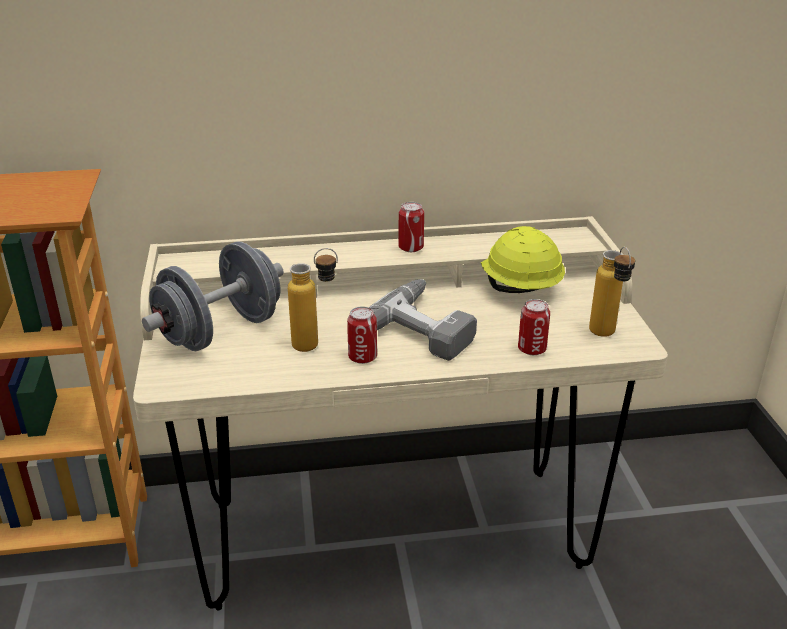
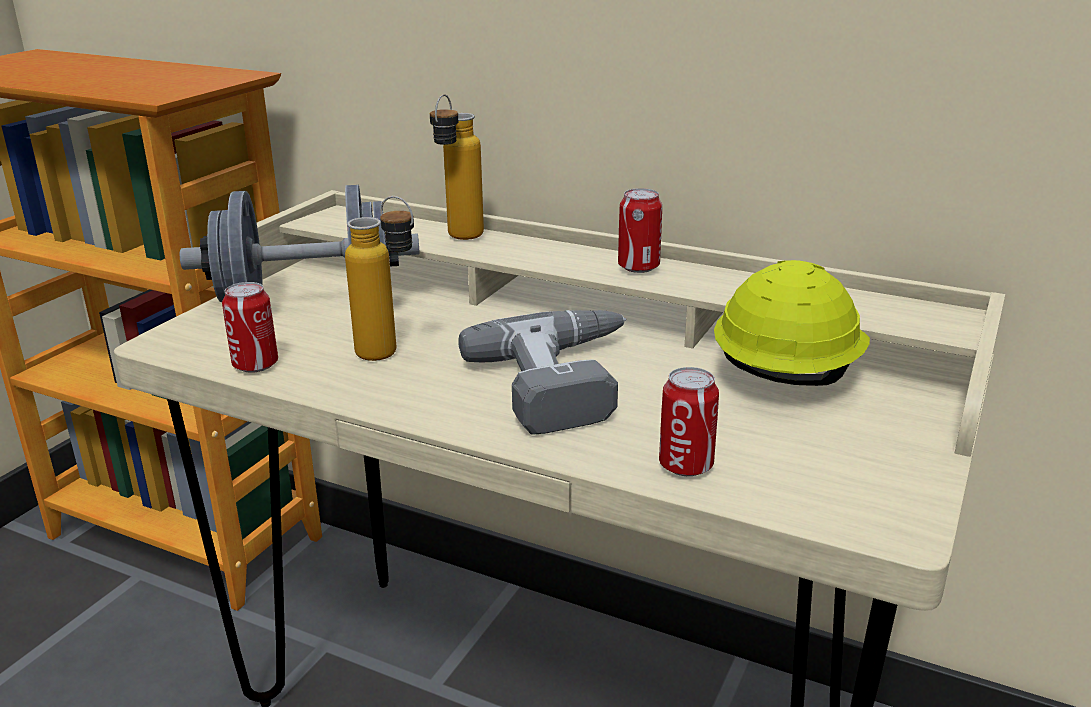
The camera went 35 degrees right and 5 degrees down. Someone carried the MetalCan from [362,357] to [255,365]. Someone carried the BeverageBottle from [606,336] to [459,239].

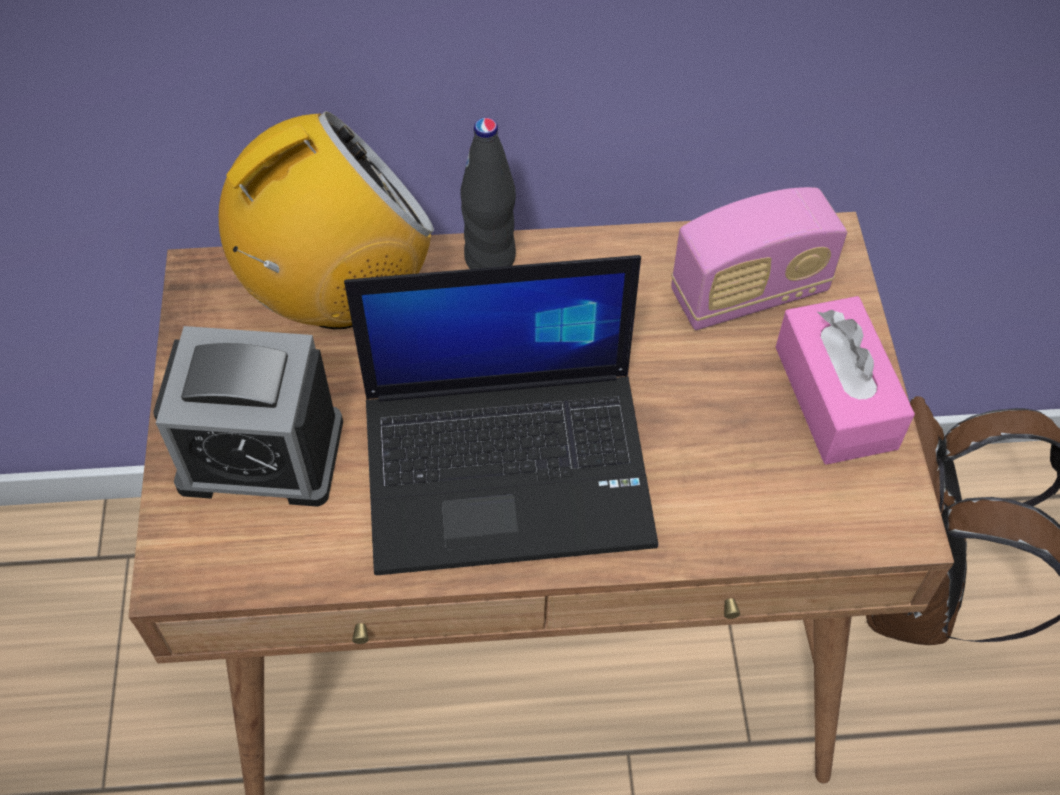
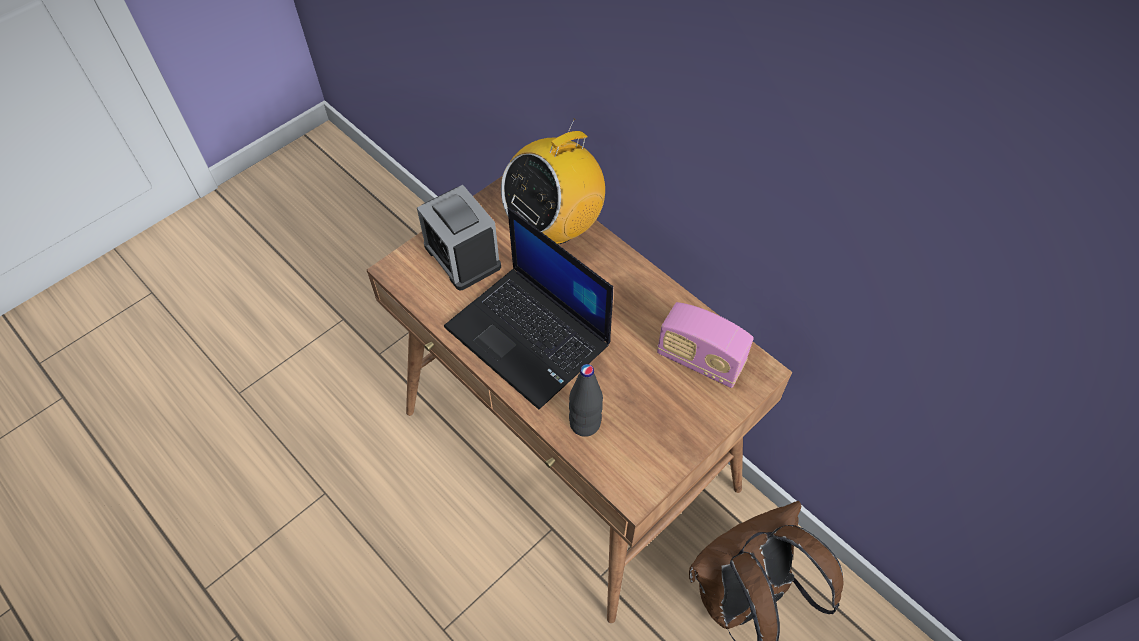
The camera went 50 degrees right and 0 degrees up. Someone rotated the Radio at [339,293] by 120 degrees clockwise. Someone carried the BlackBeverageBottle from [490,259] to [585,424]. Someone took away the PinkColouredBoxOfTissues at [835,397].

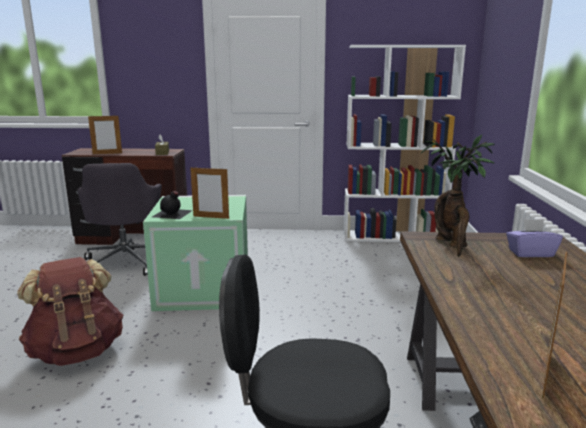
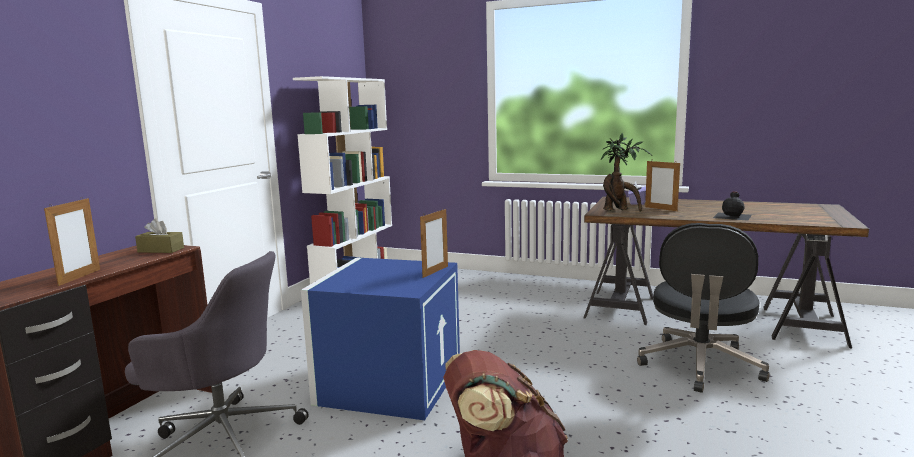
The camera went 70 degrees left and 5 degrees down. Someone repainted the GreenStorageContainer at [205,288], which became the BlueStorageContainer at [389,383]. Someone carried the PictureFrame from [546,374] to [661,209]. Someone carried the BlackBeverageBottle from [172,213] to [733,216].

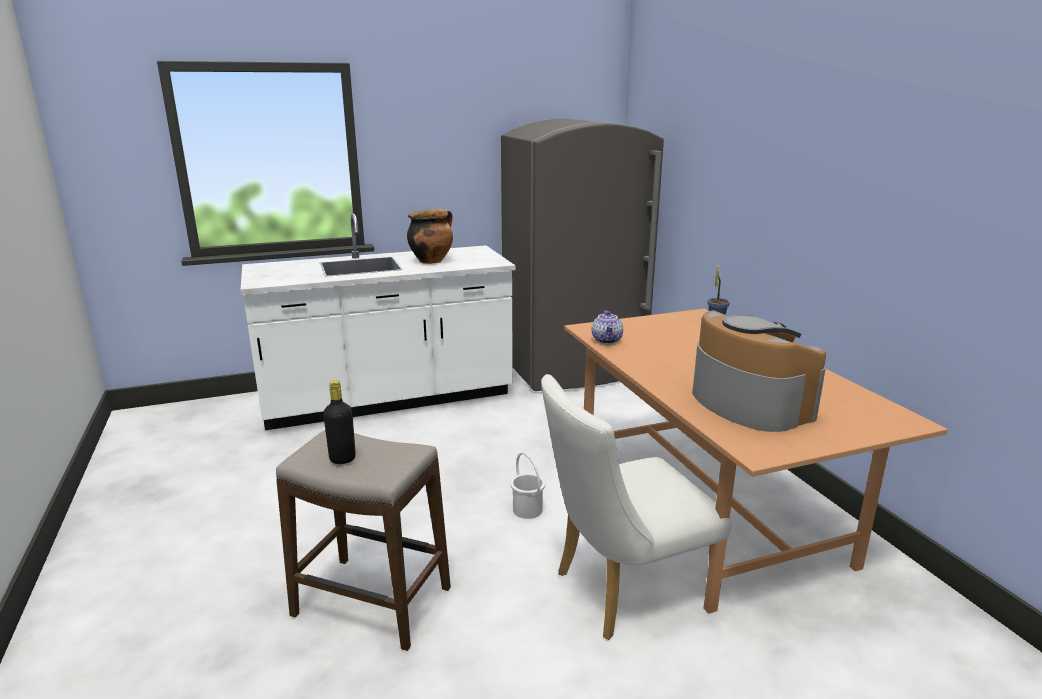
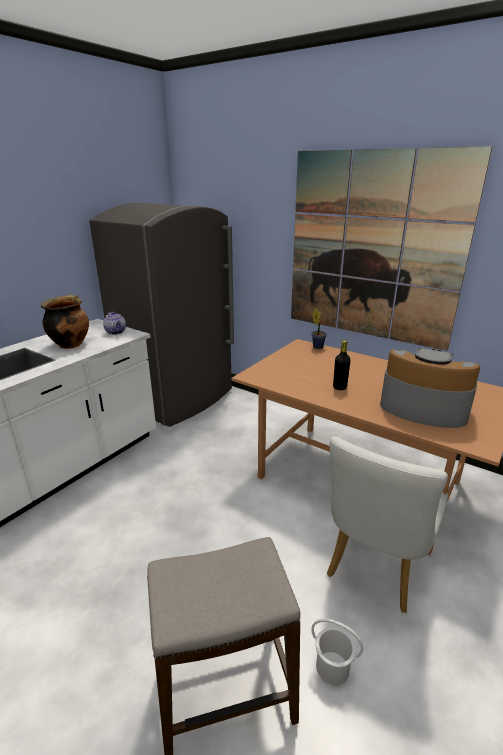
The camera went 35 degrees left and 5 degrees up. Someone carried the Teapot from [607,340] to [116,332]. Someone put up the Picture at [372,249]. Someone carried the WhitishBucket from [527,510] to [332,668]. Someone carried the BlackBeverageBottle from [342,459] to [339,387].

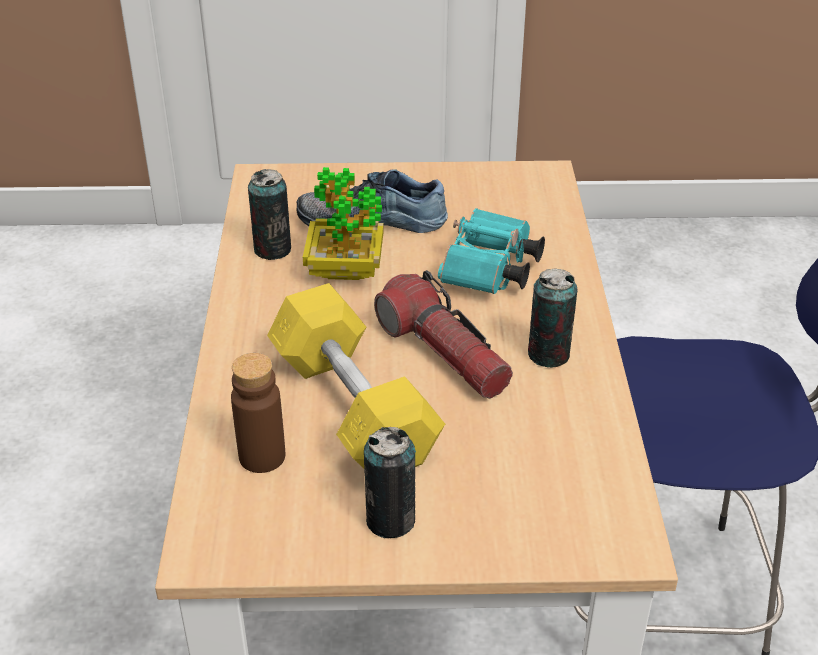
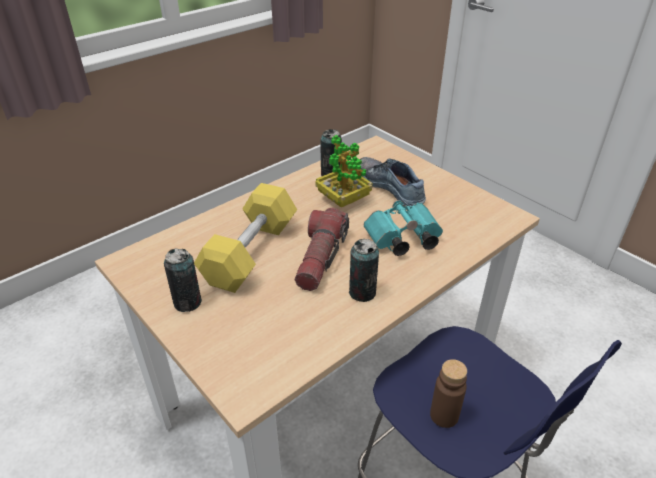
The camera went 50 degrees right and 0 degrees up. Someone carried the BrownishBeverageBottle from [262,456] to [444,415].

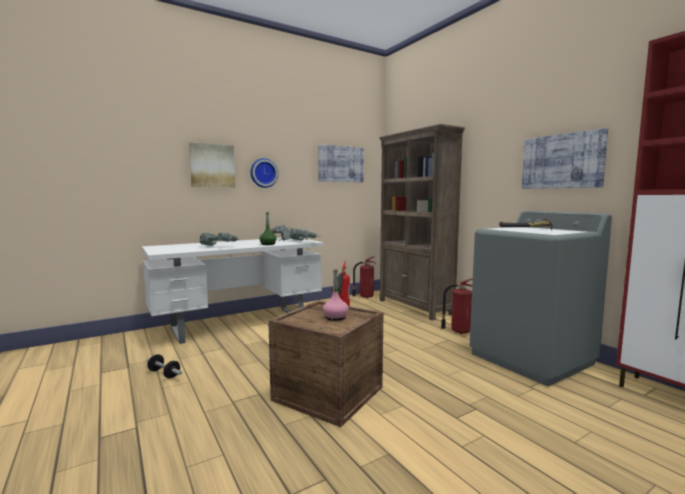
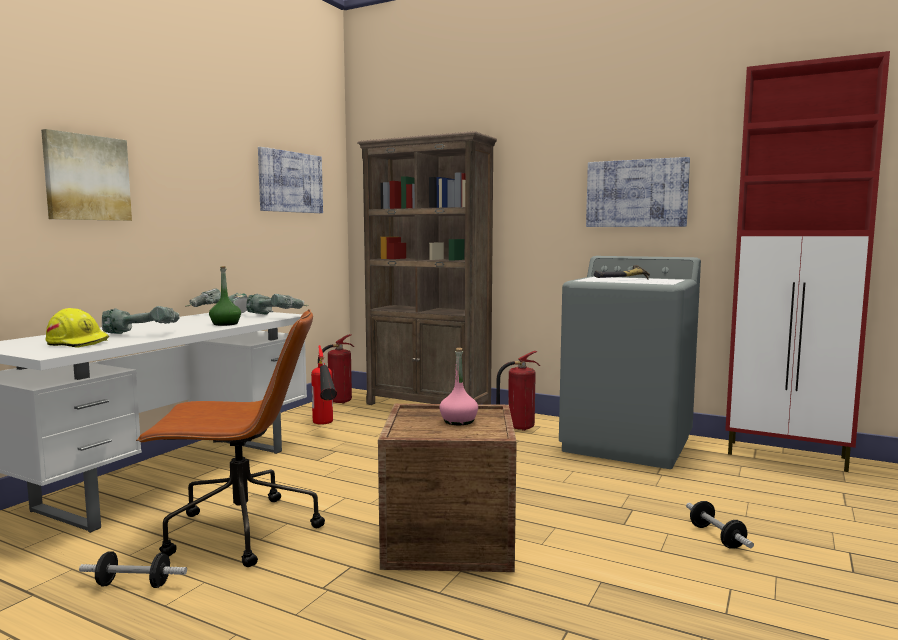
The camera went 30 degrees left and 0 degrees up. Someone put down the YellowishSafetyHelmet at [78,343]. Someone put down the BrownishOfficeChair at [239,532]. Someone put down the HandWeight at [716,537]. Someone took away the HangingClock at [263,173].

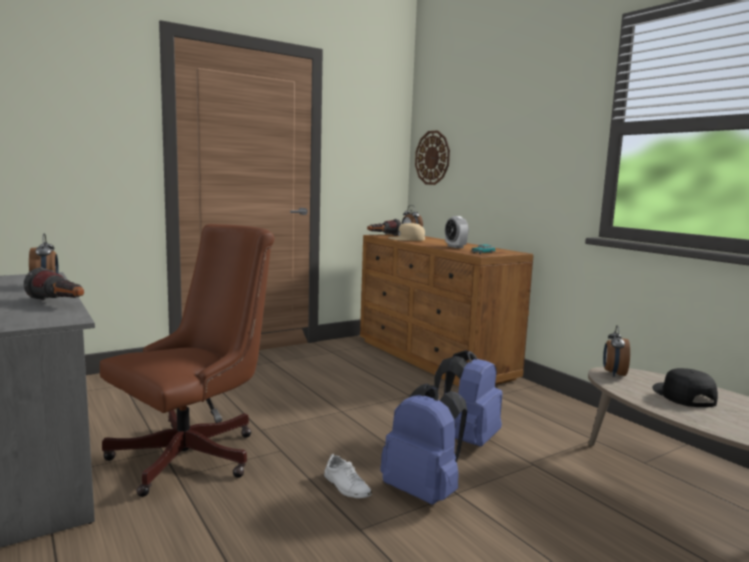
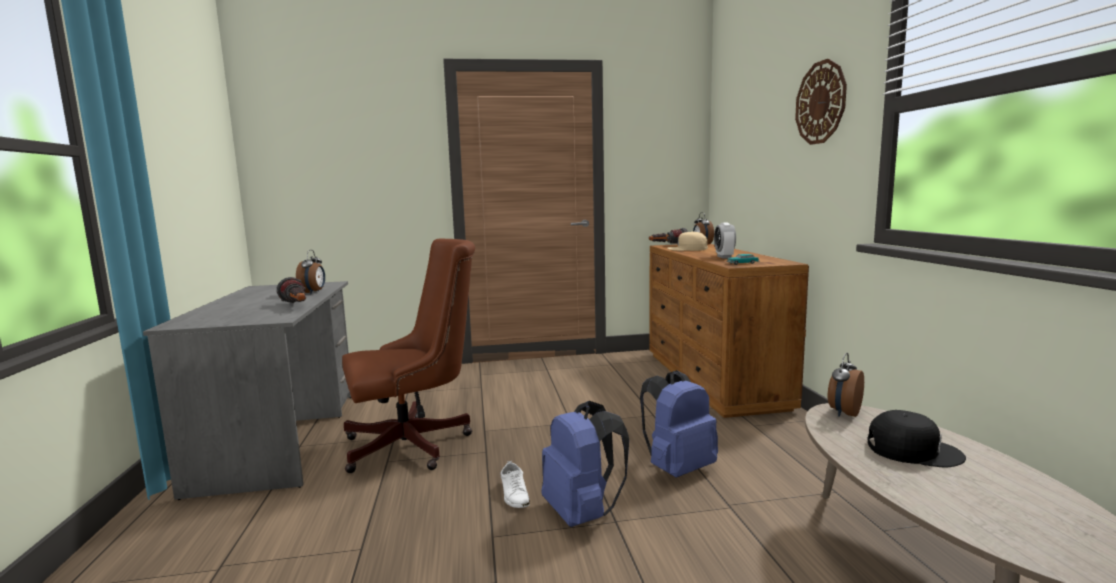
The camera went 25 degrees right and 0 degrees up. Someone carried the HangingClock from [432,158] to [820,102]. Someone rotated the BlackPeakedCap at [682,395] by 90 degrees clockwise.

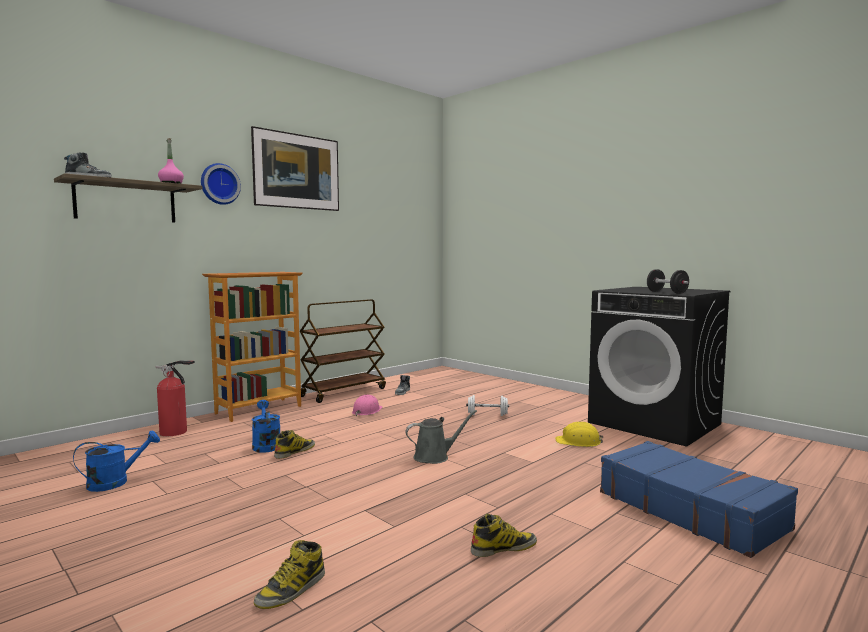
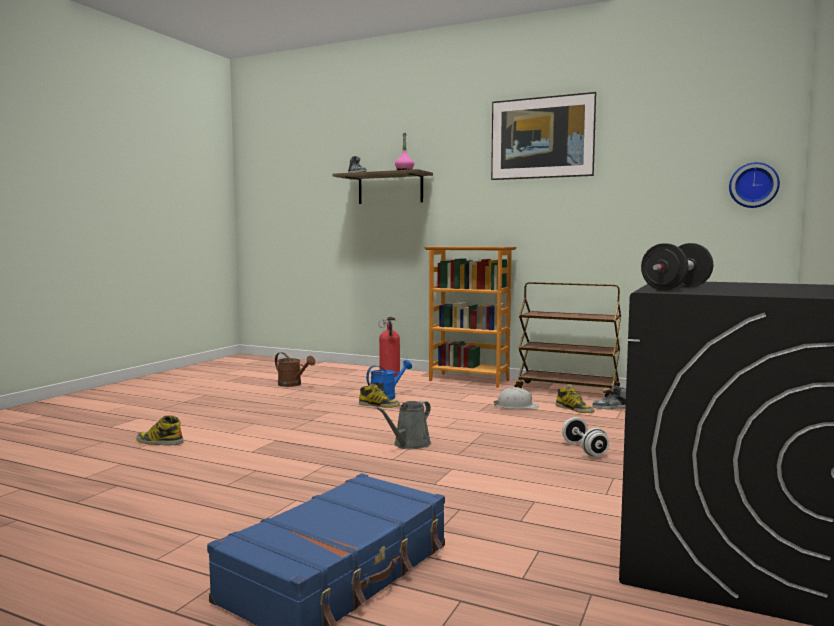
The camera went 70 degrees right and 0 degrees up. Someone repainted the BlueSprinklingCan at [115,482], which became the BrownishSprinklingCan at [293,384]. Someone rotated the GraySprinklingCan at [434,457] by 75 degrees clockwise. Someone repainted the PinkColouredSafetyHelmet at [367,411], which became the WhitishSafetyHelmet at [516,406]. Someone carried the Boot from [503,548] to [574,409]. Someone carried the HangingClock from [219,184] to [753,185]. Someone took away the YellowishSafetyHelmet at [578,442].

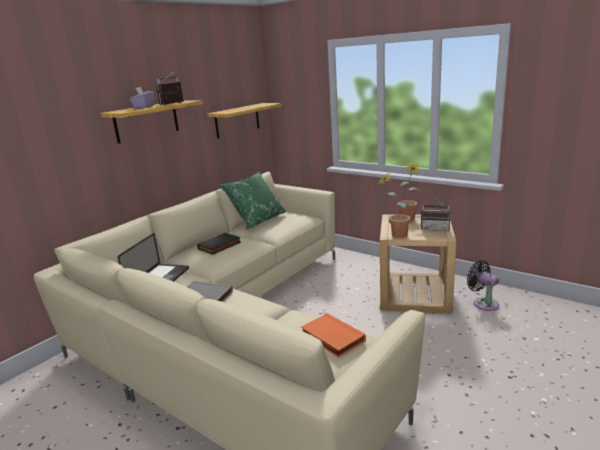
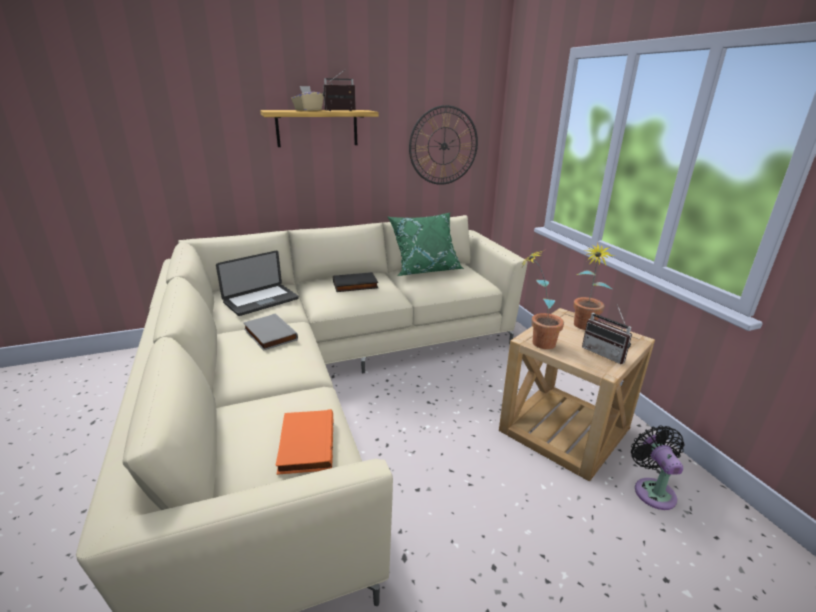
The camera went 30 degrees right and 5 degrees up. Someone repainted the PurpleBoxOfTissues at [144,107], which became the BeigeColouredBoxOfTissues at [308,110]. Someone swapped the Shelf at [237,120] for the HangingClock at [444,146].

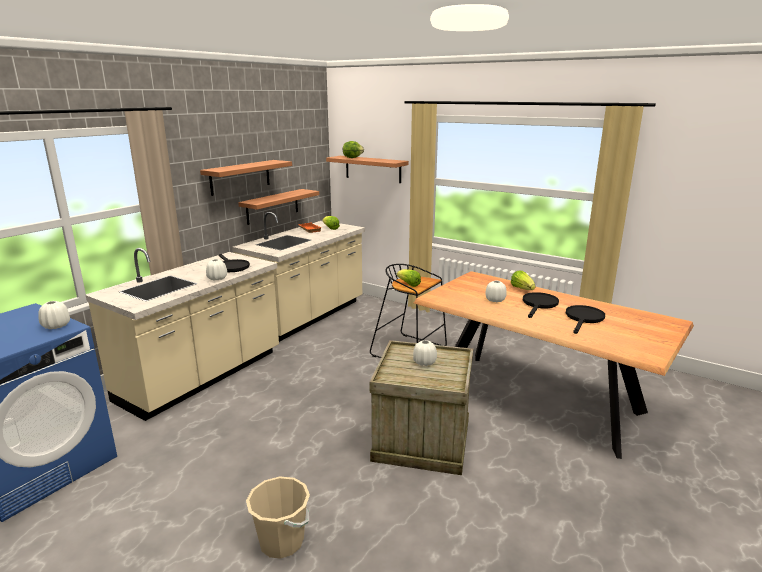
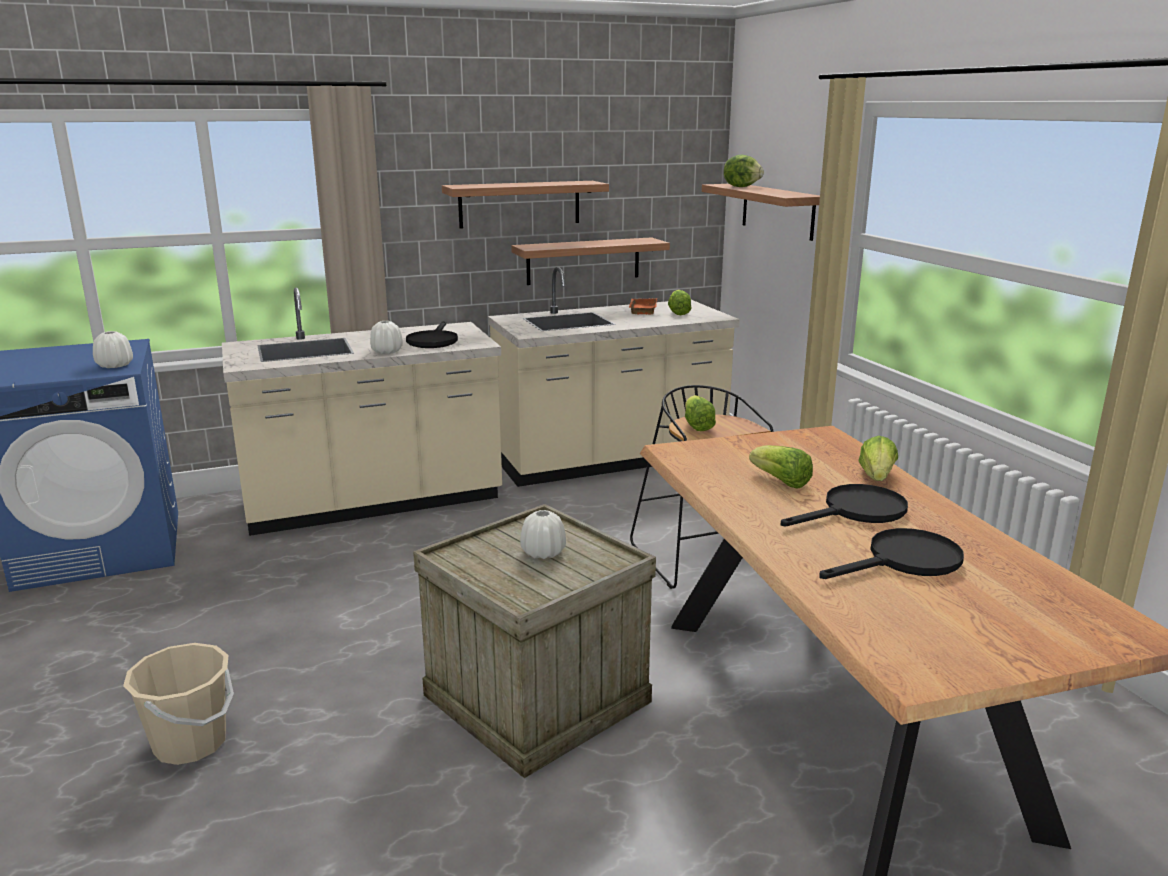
The camera went 35 degrees right and 0 degrees up. Someone swapped the WhitishDecorativeVase at [495,300] for the Lettuce at [781,482].

